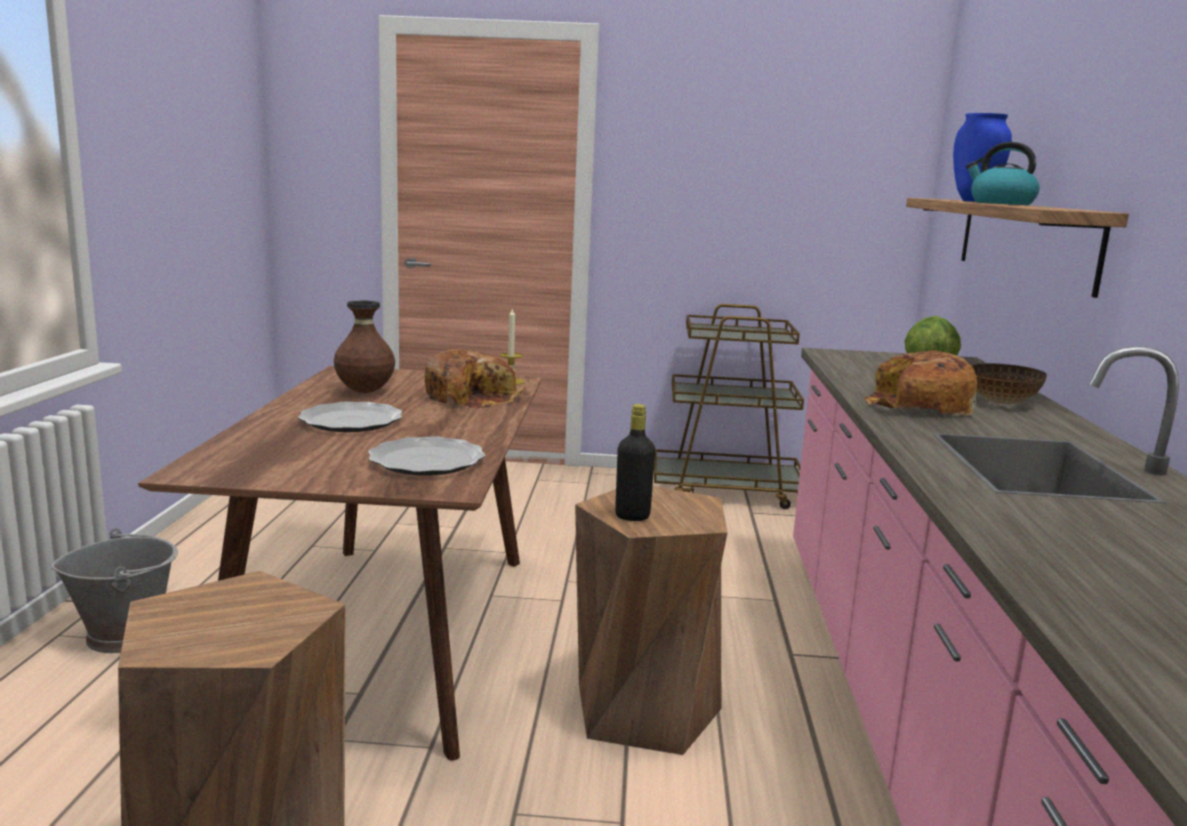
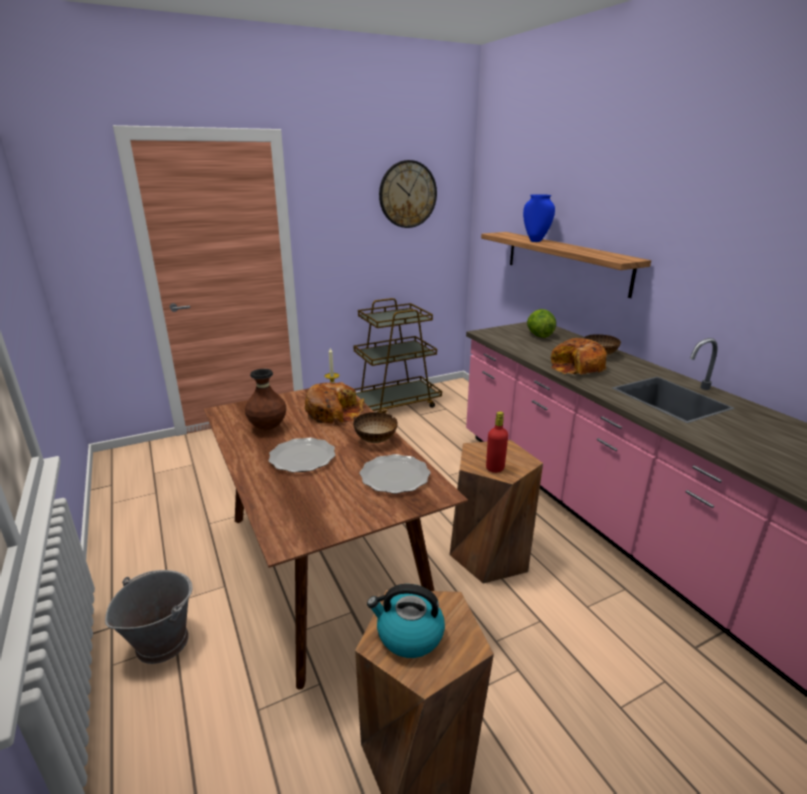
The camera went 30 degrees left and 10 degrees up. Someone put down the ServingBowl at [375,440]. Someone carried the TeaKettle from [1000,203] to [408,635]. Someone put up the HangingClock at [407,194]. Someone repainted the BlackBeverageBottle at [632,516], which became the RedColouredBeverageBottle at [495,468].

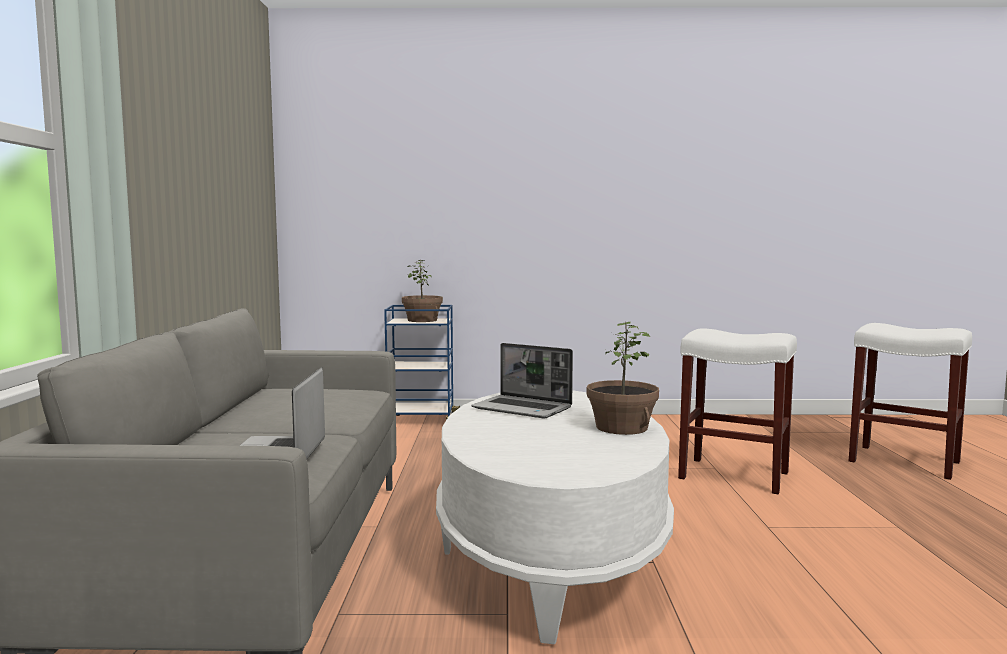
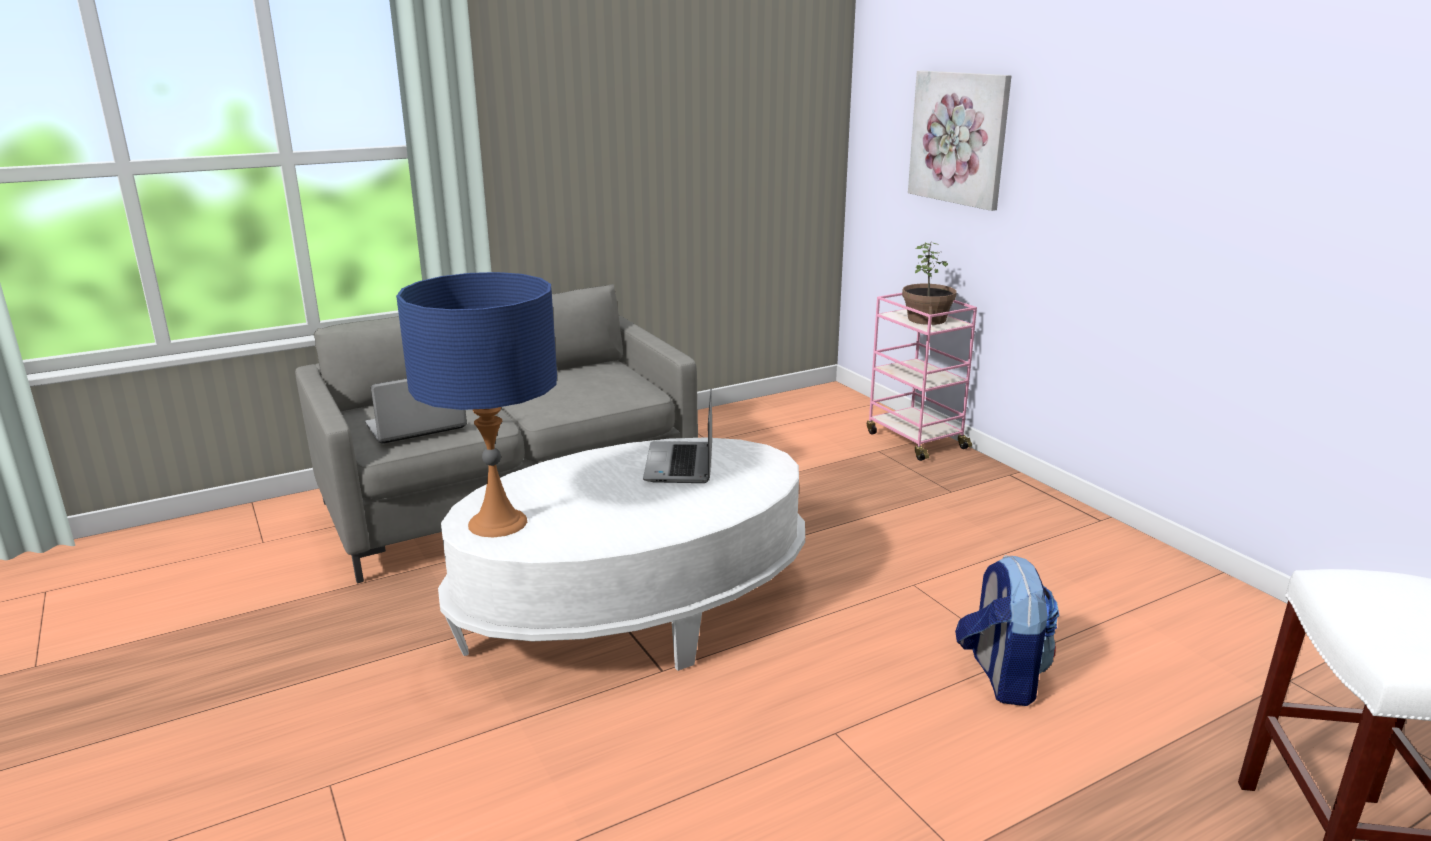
The camera went 60 degrees right and 15 degrees up. Someone put down the BlueTableLamp at [497,523]. Someone repainted the BlueCart at [422,421], which became the PinkColouredCart at [914,440]. Someone put up the Picture at [959,138]. Someone swapped the WhitishStoolSeat at [732,475] for the Rucksack at [1001,677]. Someone took away the Houseplant at [621,427].

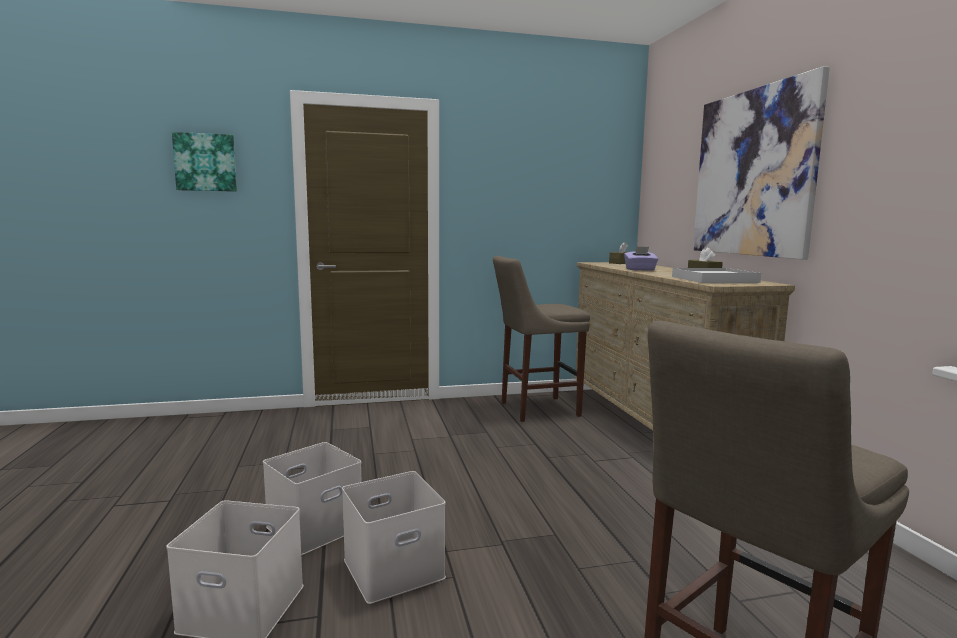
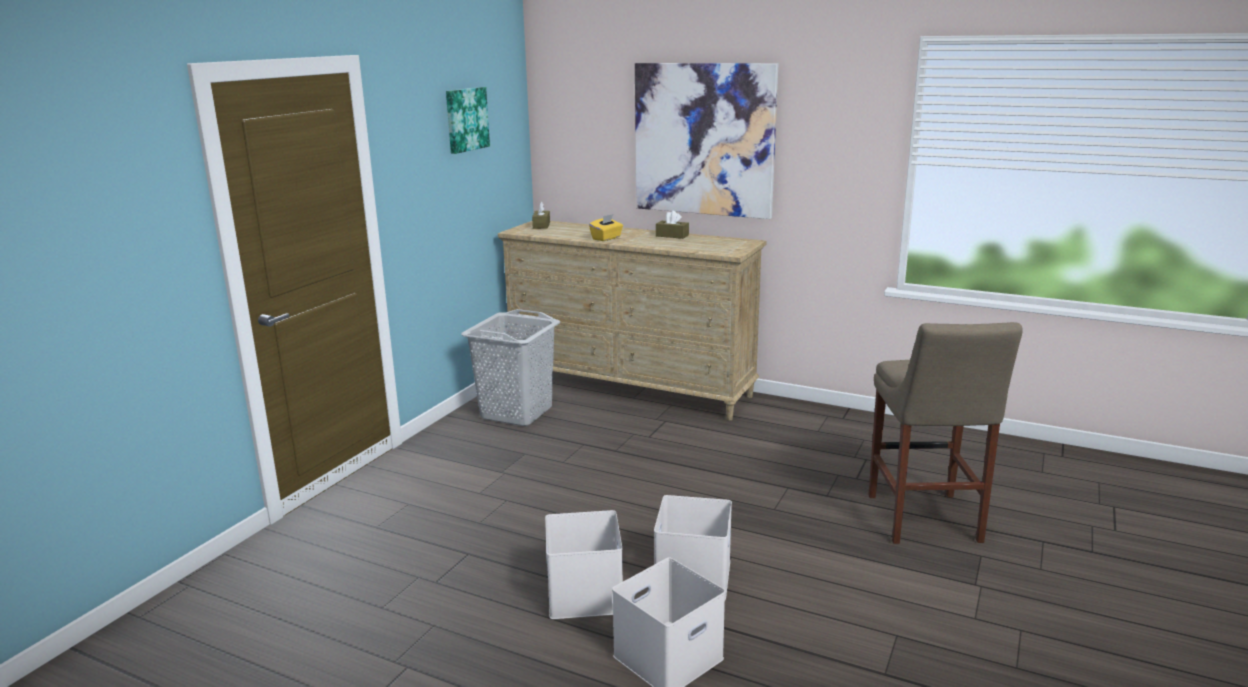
The camera went 50 degrees left and 10 degrees up. Someone carried the Picture from [205,162] to [466,119]. Someone swapped the BeigeColouredStoolSeat at [535,409] for the GrayLaundryBasket at [516,413]. Someone repainted the PurpleBoxOfTissues at [640,270], which became the YellowishBoxOfTissues at [606,238]. Someone took away the WhitishCarryingTray at [713,279].

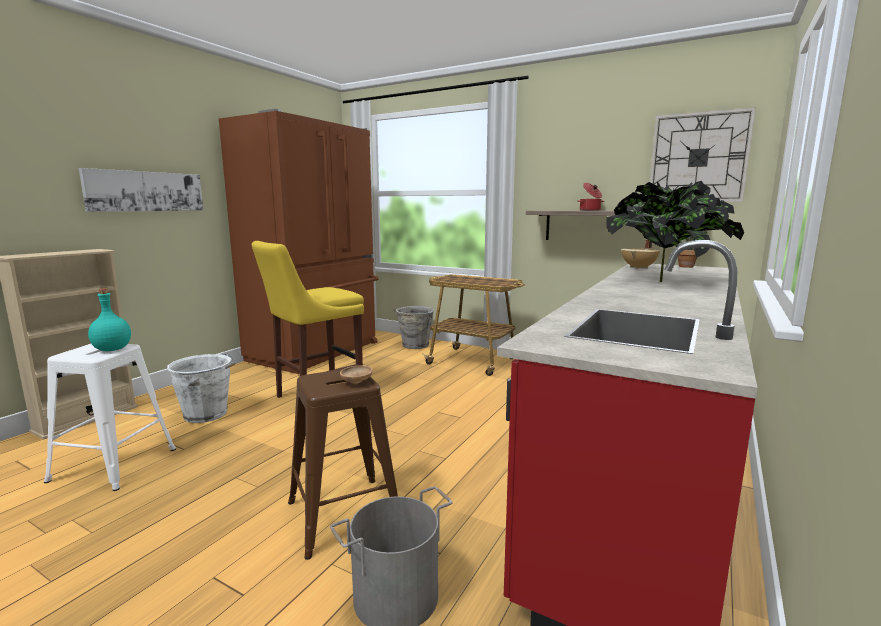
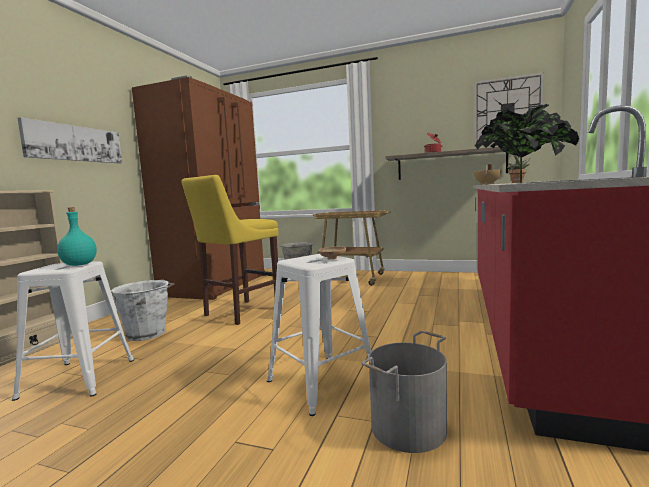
The camera went 10 degrees left and 5 degrees down. Someone repainted the BrownishStoolSeat at [343,515], which became the WhitishStoolSeat at [321,383].

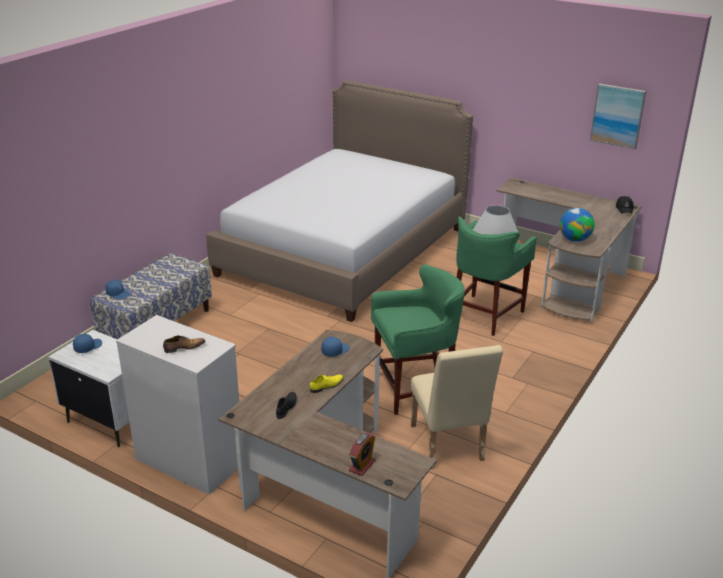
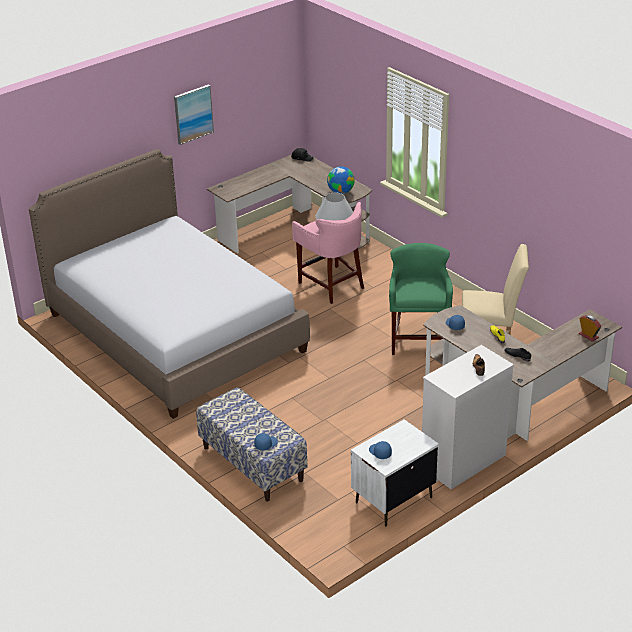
The camera went 70 degrees left and 5 degrees up. Someone carried the Picture from [617,115] to [193,114]. Someone repainted the GreenStoolSeat at [485,315], which became the PinkColouredStoolSeat at [332,284].

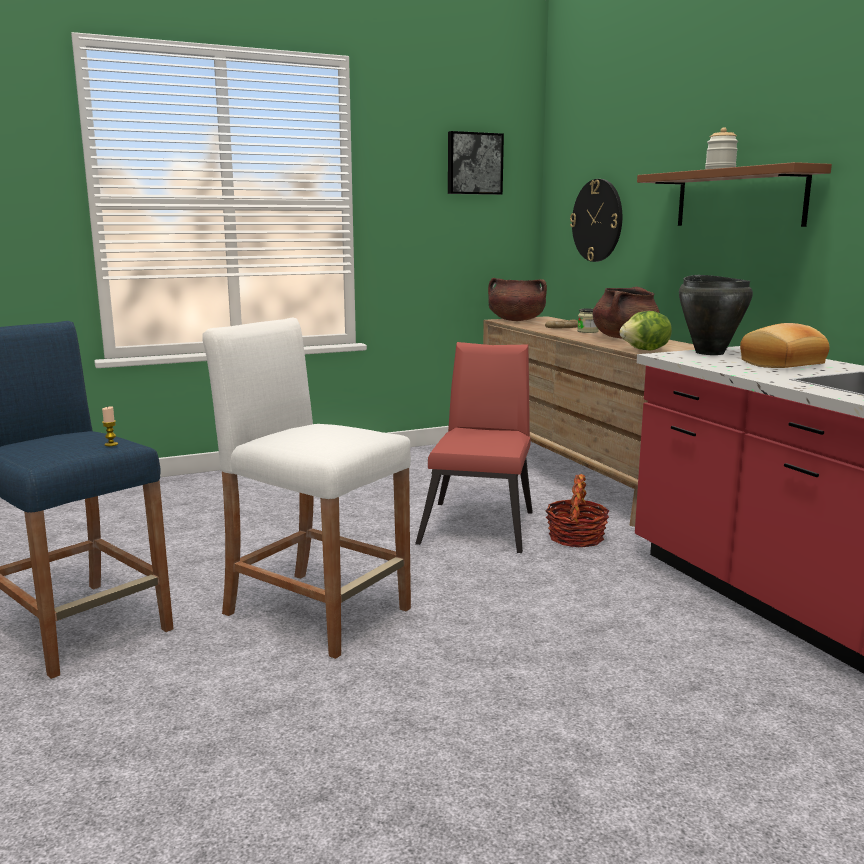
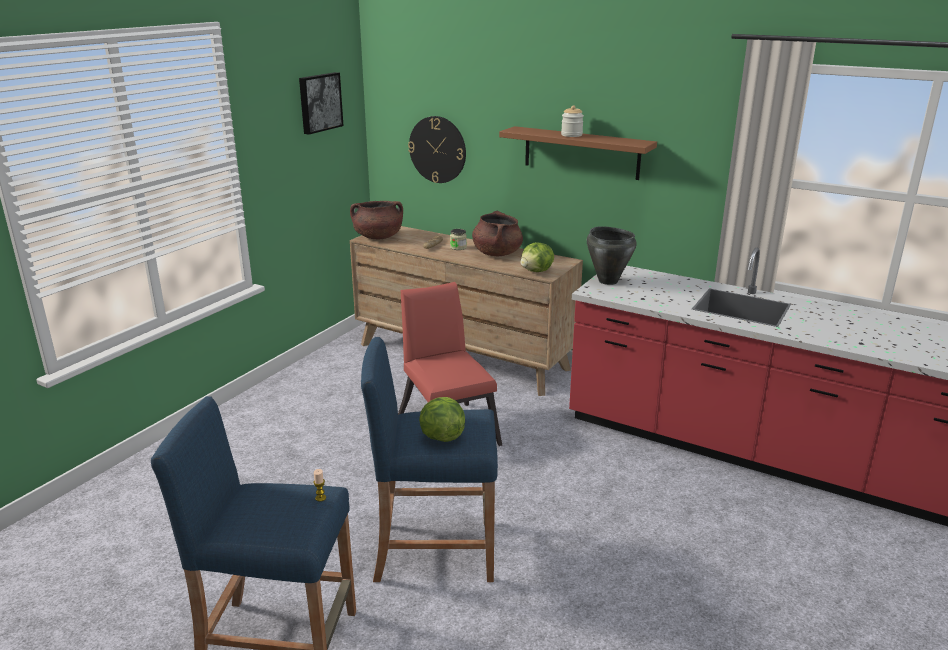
The camera went 35 degrees left and 10 degrees up. Someone repainted the WhitishStoolSeat at [317,611], which became the BlueStoolSeat at [434,550]. Someone put down the Lettuce at [441,436]. Someone took away the Basket at [576,538]. Someone took away the Bread at [783,364].

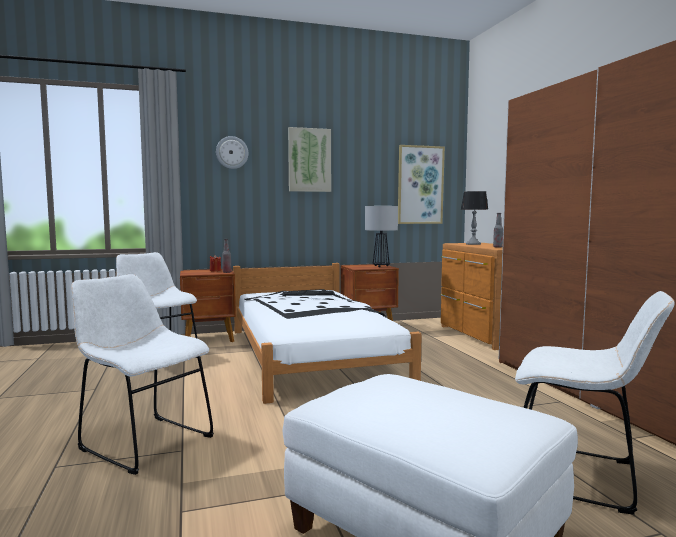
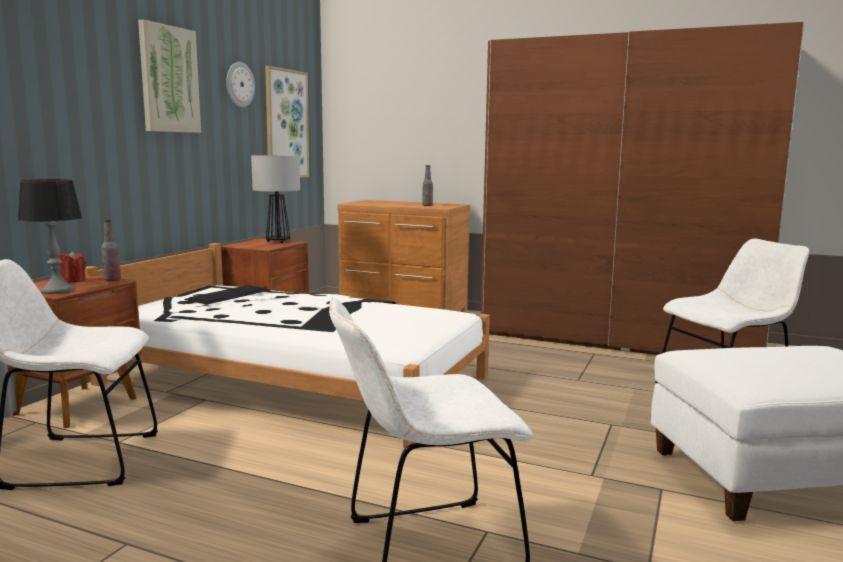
The camera went 50 degrees left and 5 degrees up. Someone carried the TableLamp from [473,244] to [58,291]. Someone carried the HangingClock from [232,152] to [239,84].

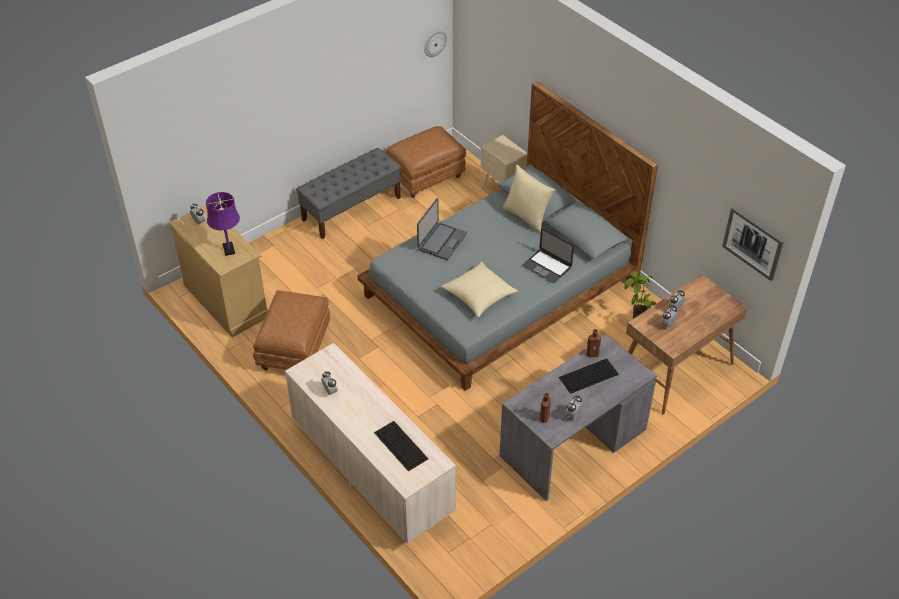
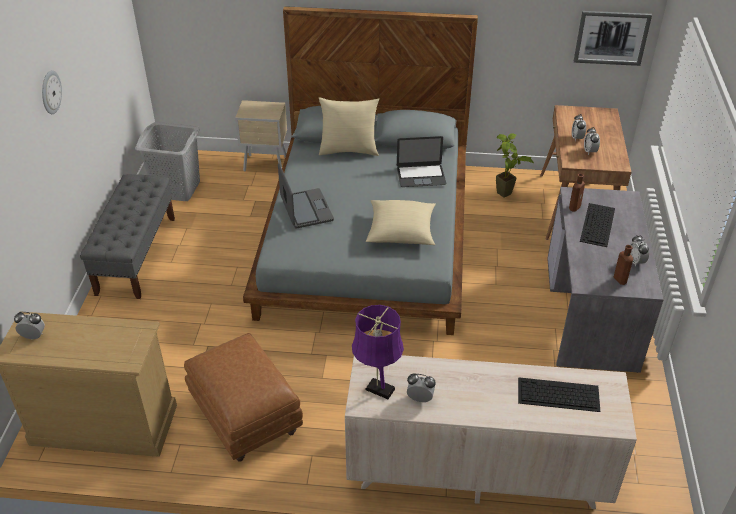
The camera went 45 degrees left and 5 degrees down. Someone carried the HangingClock from [435,43] to [50,92]. Someone swapped the BrownishPouffe at [426,177] for the GrayLaundryBasket at [177,189]. Someone carried the PurpleTableLamp from [228,248] to [377,388].

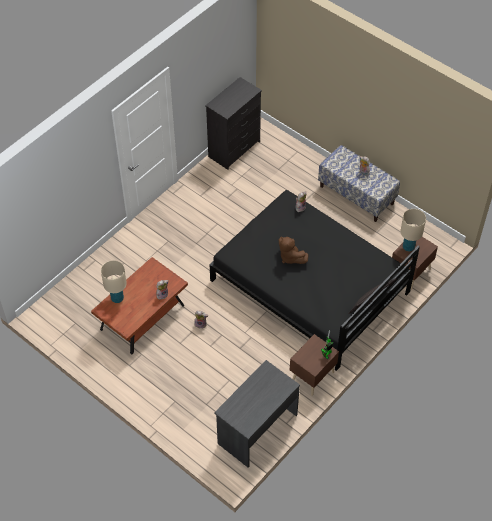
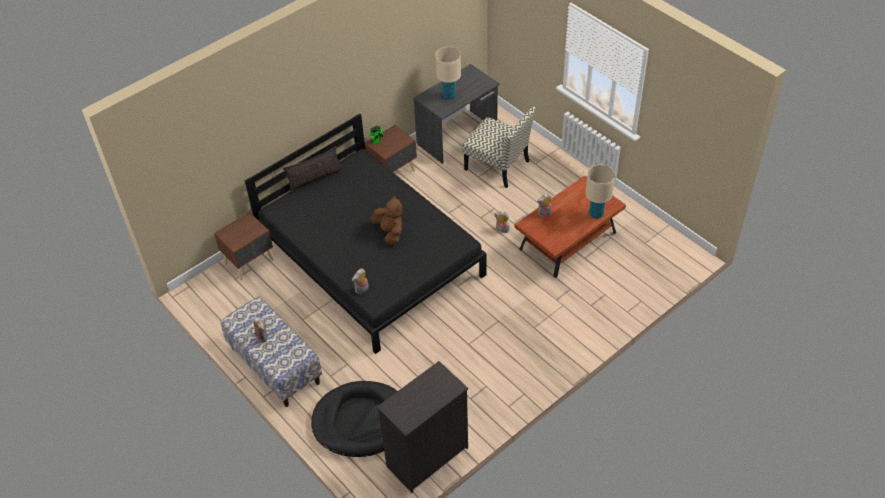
The camera went 170 degrees left and 5 degrees down. Someone put down the BlackDogBed at [360,421]. Someone carried the BeigeColouredTableLamp from [408,247] to [449,96]. Someone put down the PlainChair at [498,165].

